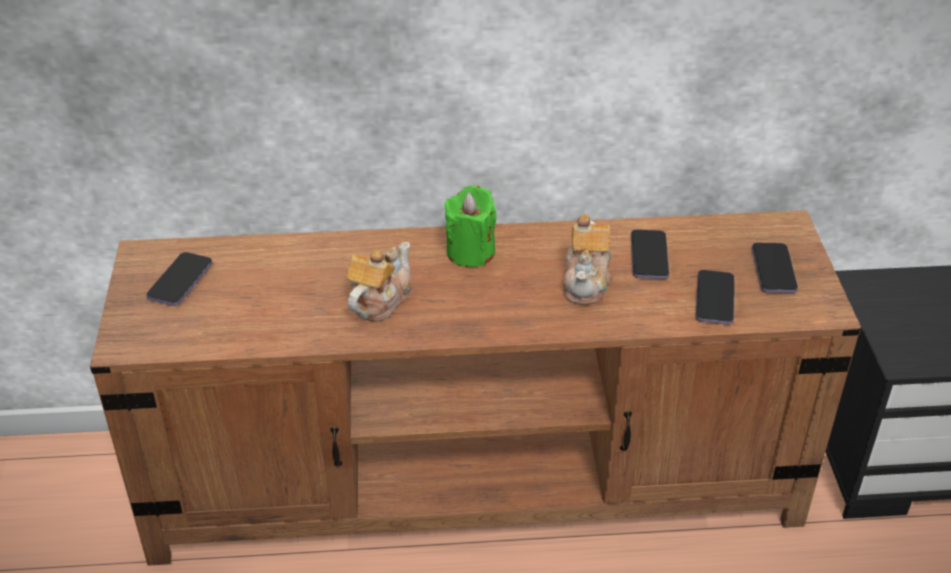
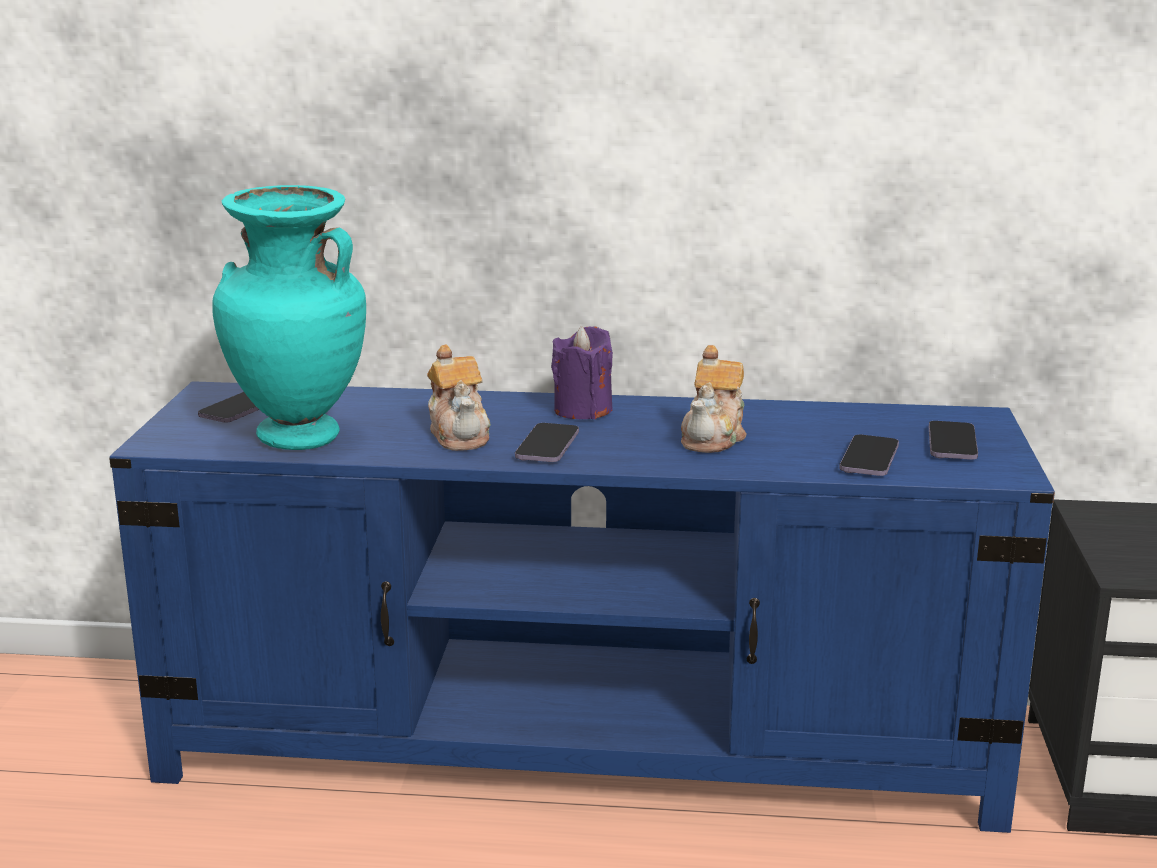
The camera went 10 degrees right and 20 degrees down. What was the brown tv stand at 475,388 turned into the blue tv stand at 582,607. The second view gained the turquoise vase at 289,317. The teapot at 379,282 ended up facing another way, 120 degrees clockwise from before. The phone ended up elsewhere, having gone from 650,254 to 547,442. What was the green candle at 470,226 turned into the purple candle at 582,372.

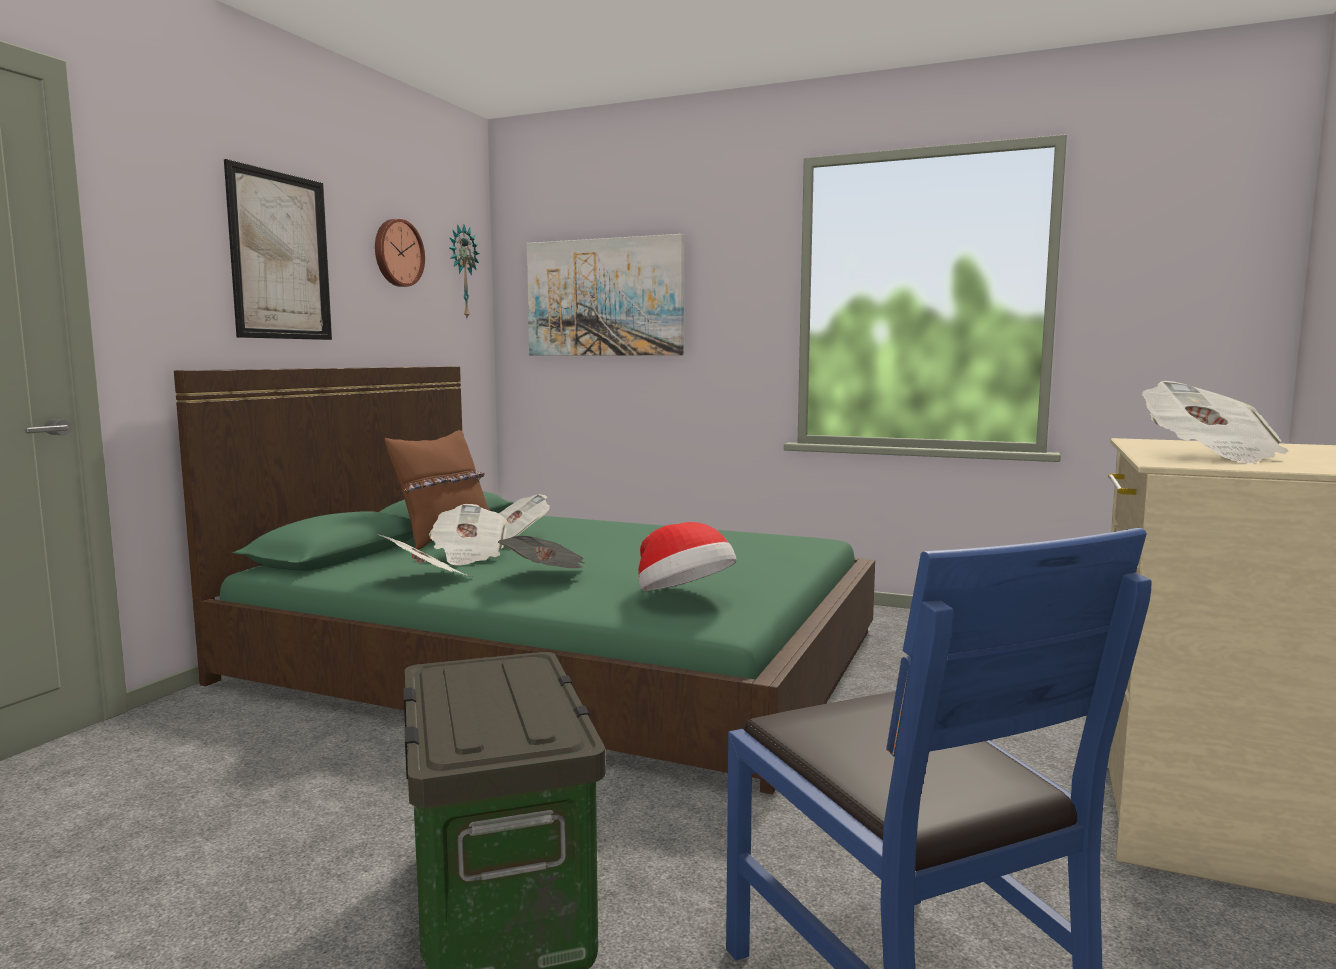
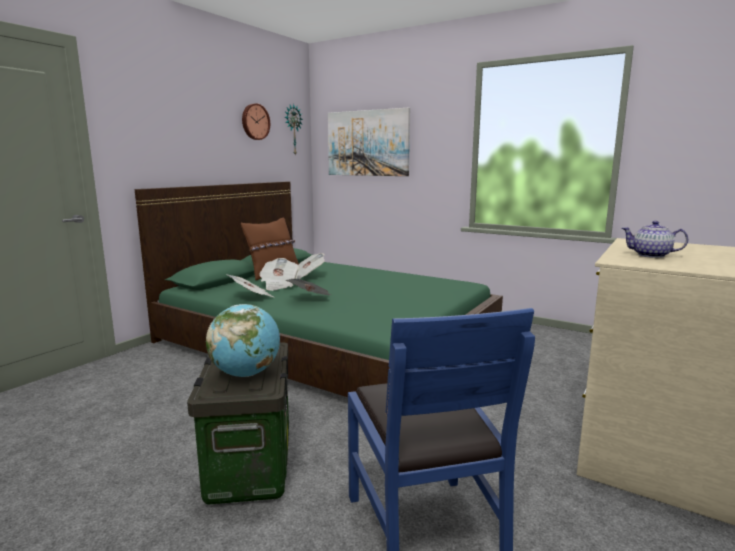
The camera went 10 degrees right and 5 degrees up. The second view gained the globe at 243,340. Where the newspaper stood at 1215,422, the teapot came to stand at 655,239. The second view lost the picture at 278,249. The second view lost the hat at 687,556.

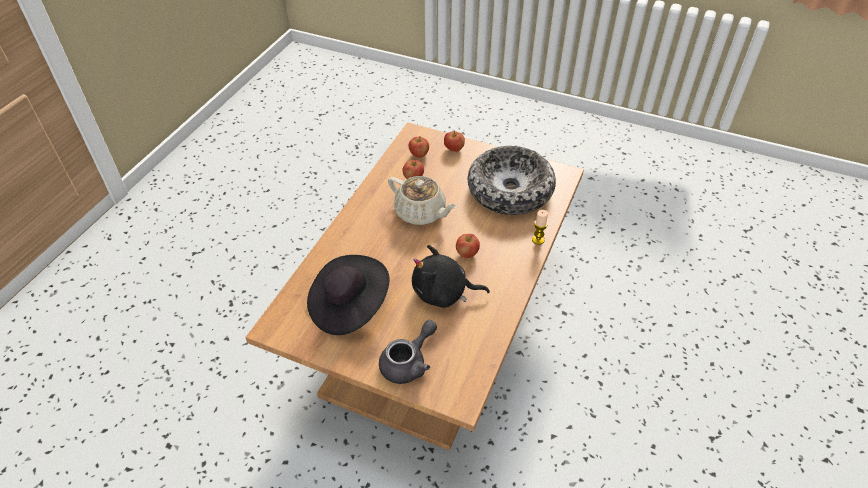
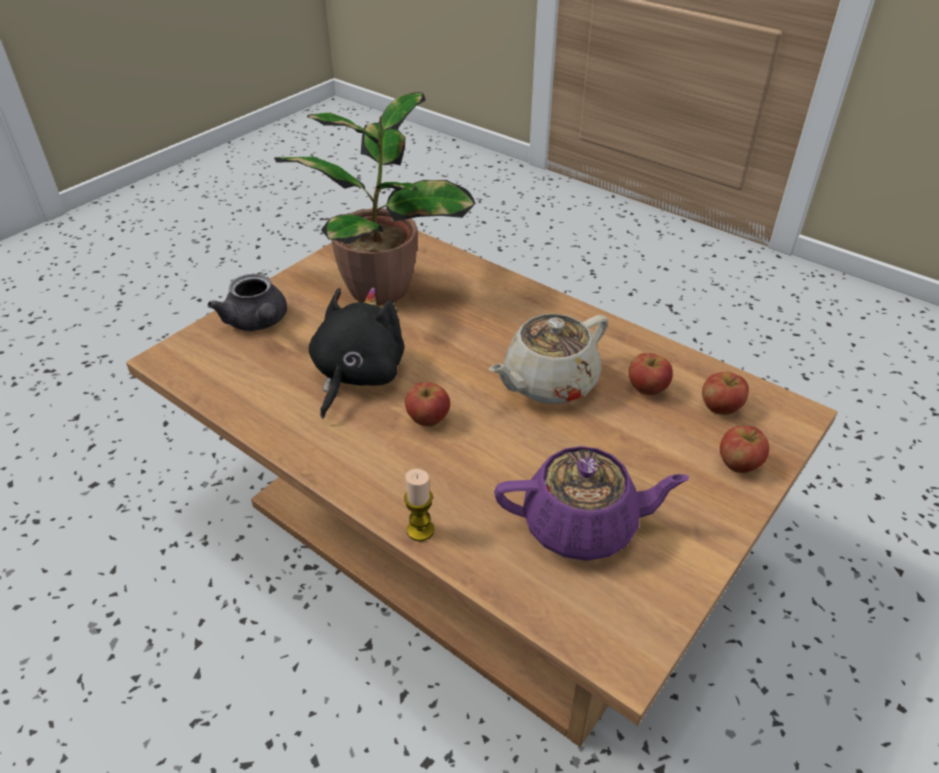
The camera went 105 degrees right and 5 degrees down. Where the black hat stood at 348,295, the potted plant came to stand at 375,199. Where the bowl stood at 512,180, the purple teapot came to stand at 592,503.

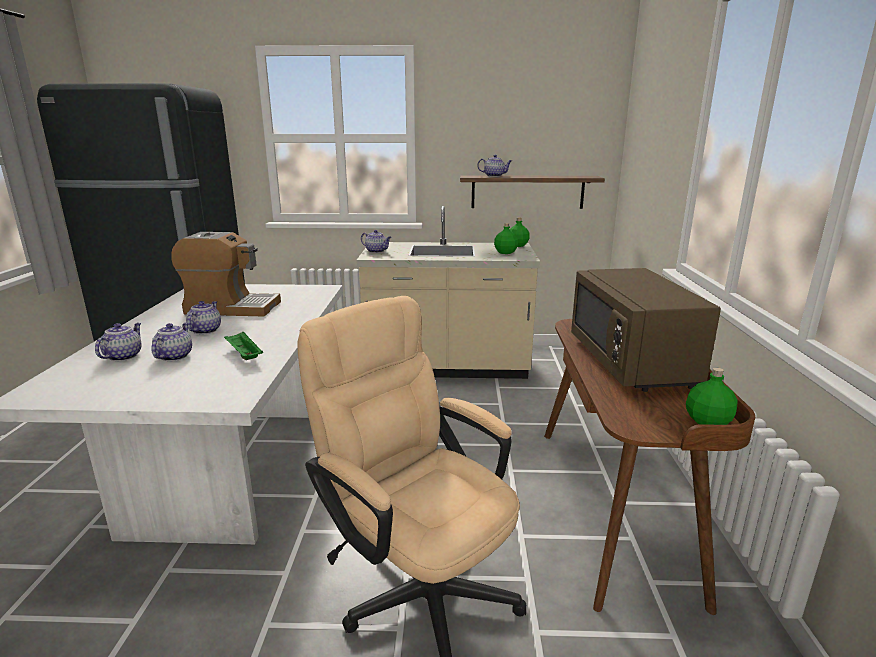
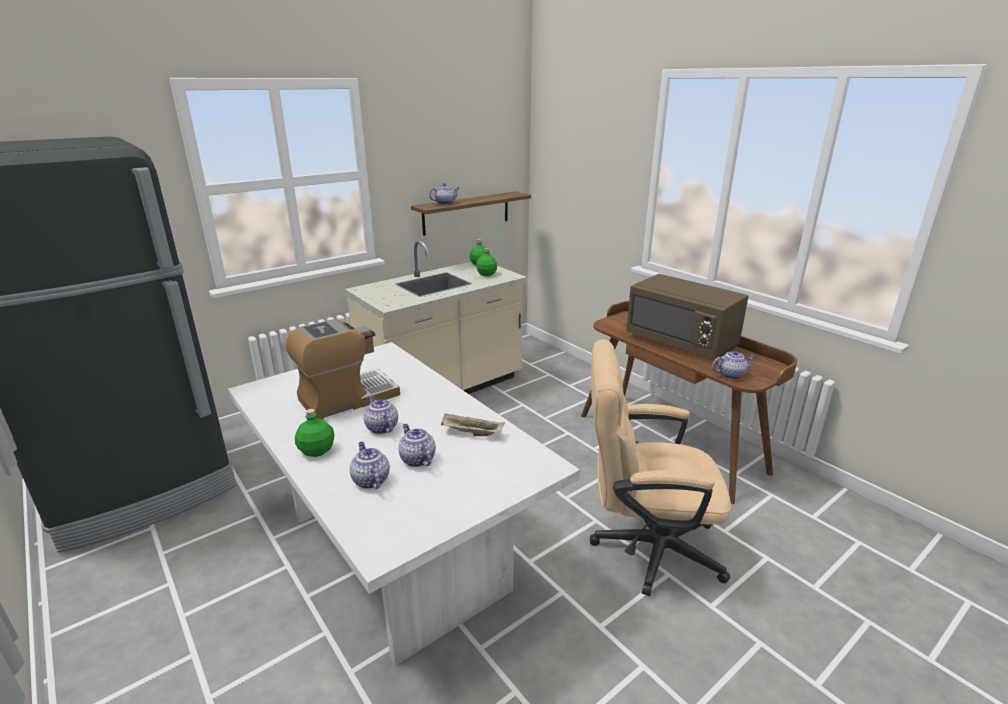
The camera went 40 degrees left and 5 degrees up. The green bottle ended up elsewhere, having gone from 712,396 to 315,433. What was the green tray at 243,346 turned into the beige tray at 473,424. The teapot ended up elsewhere, having gone from 376,241 to 734,365.

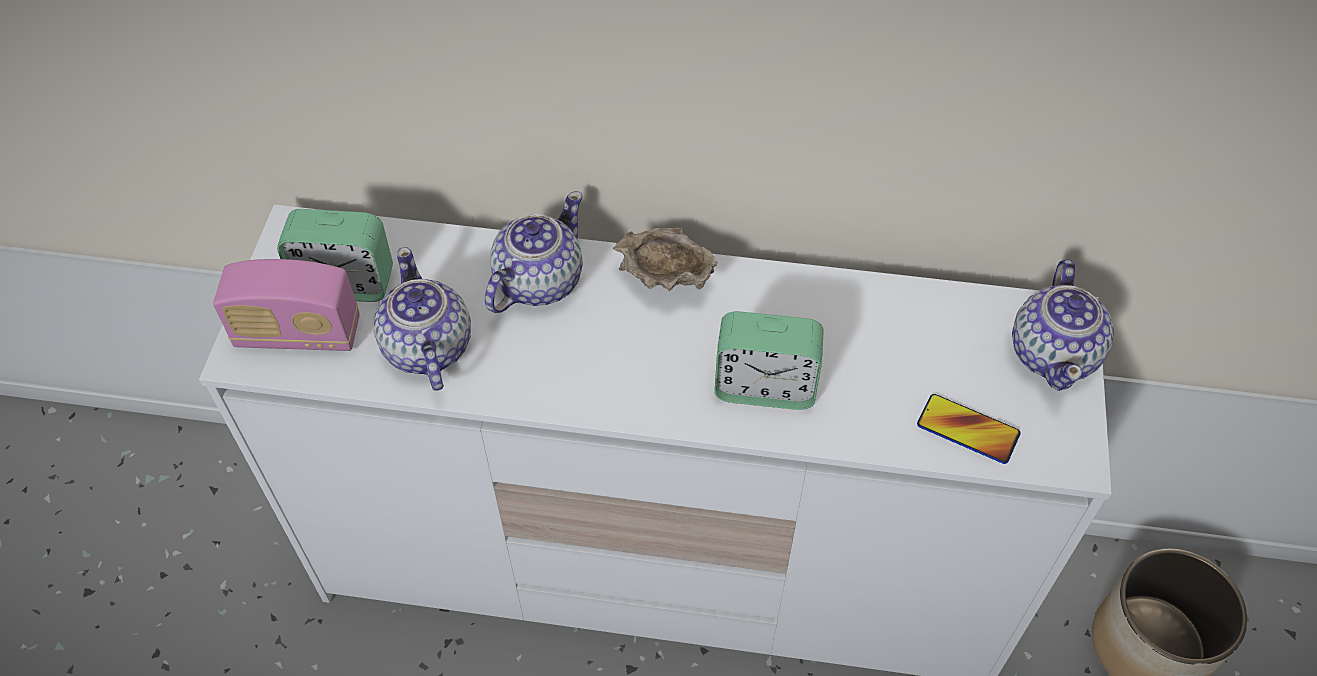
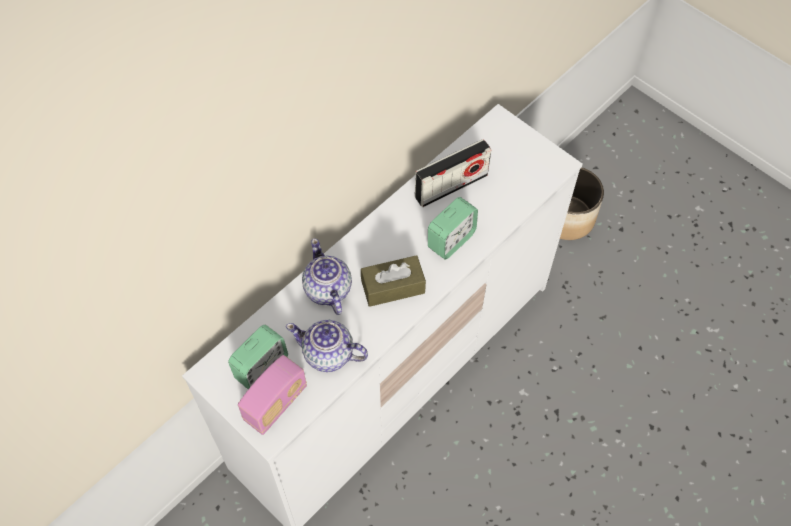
The camera went 55 degrees left and 5 degrees up. The second view gained the brown tissue box at 393,281. The second view gained the radio at 453,173. The second view lost the beige bowl at 665,259. The second view lost the phone at 969,429. The second view lost the teapot at 1063,325.

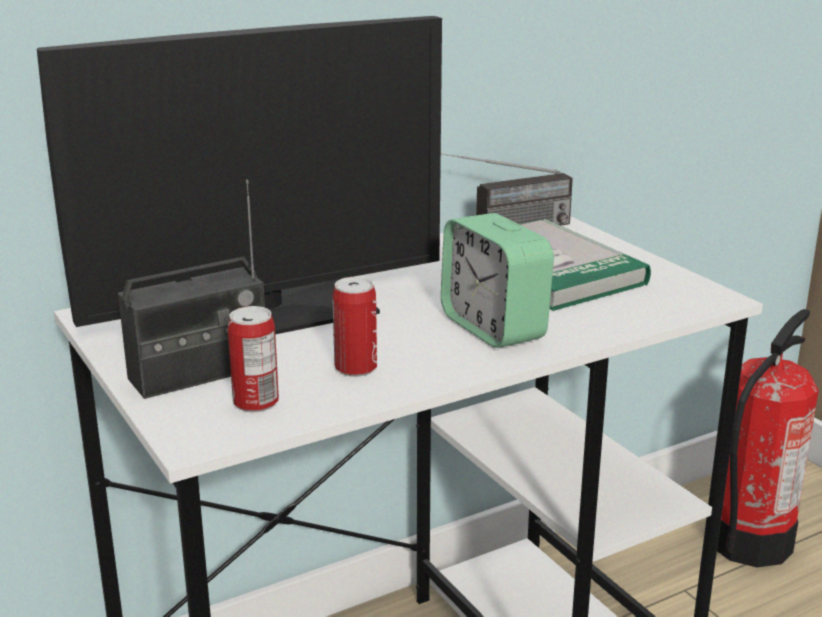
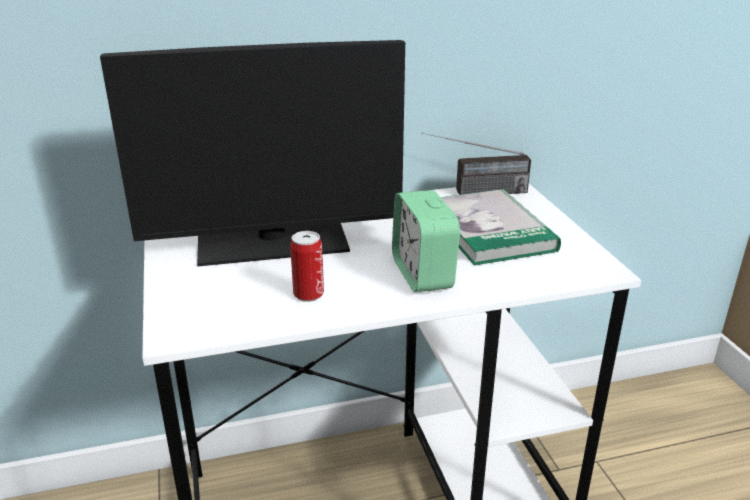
The camera went 15 degrees right and 5 degrees up. The second view lost the radio at 191,289. The second view lost the can at 253,359. The second view lost the fire extinguisher at 768,438.

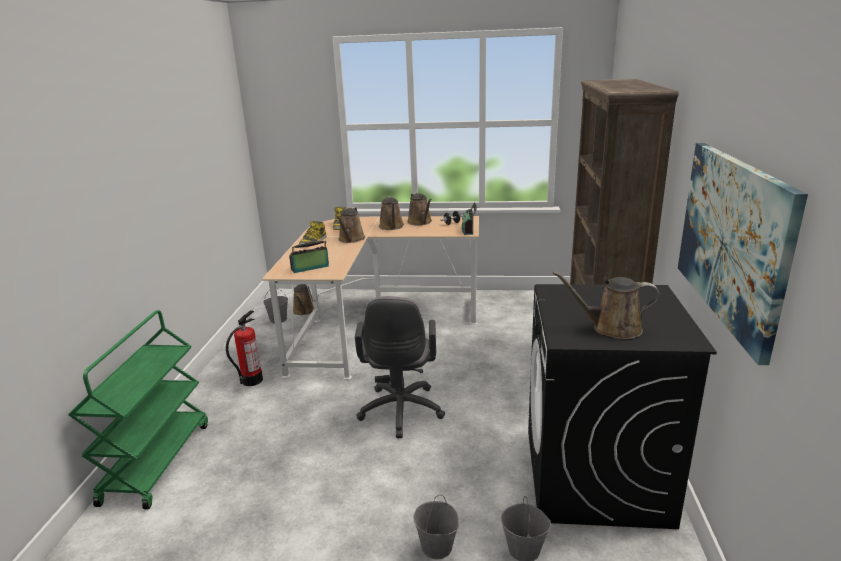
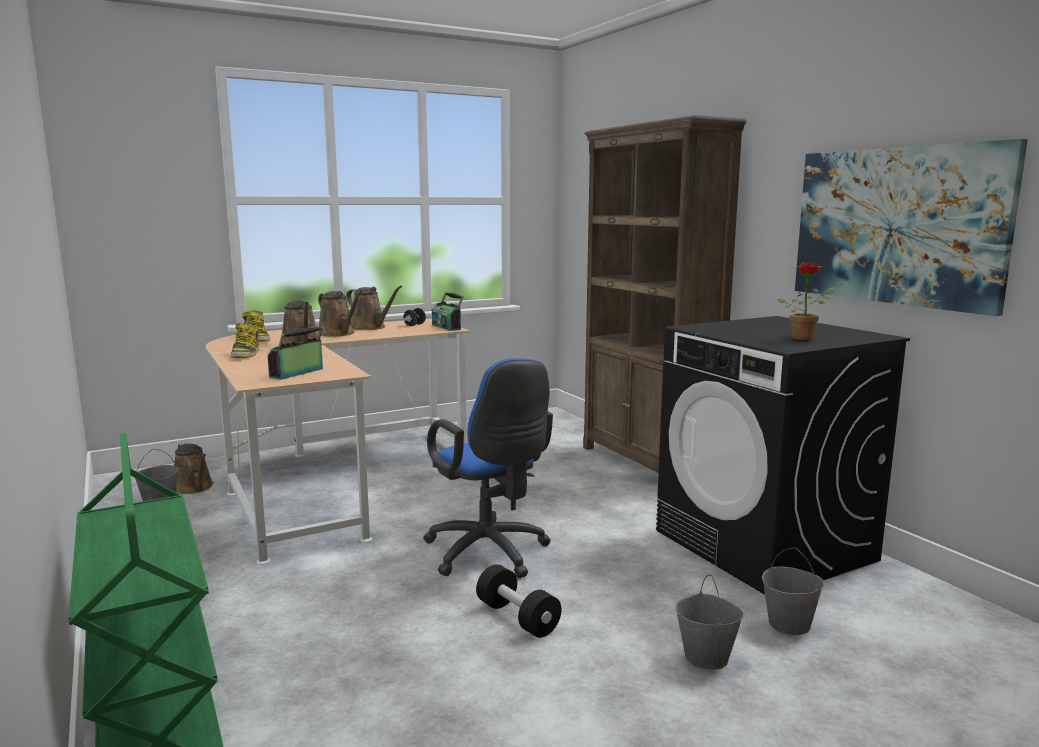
The camera went 35 degrees left and 10 degrees down. What was the grey office chair at 400,367 turned into the blue office chair at 488,468. The second view gained the black dumbbell at 518,601. Where the brown watering can stood at 606,305, the potted plant came to stand at 806,301. The second view lost the fire extinguisher at 244,348.

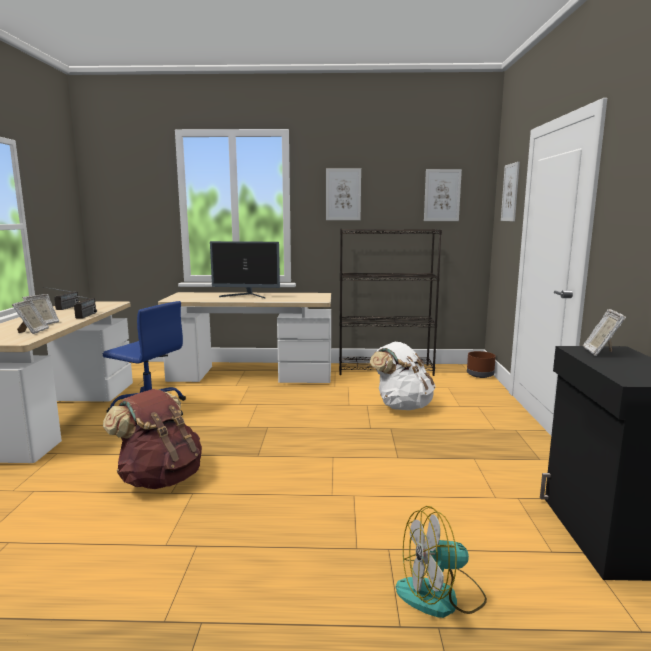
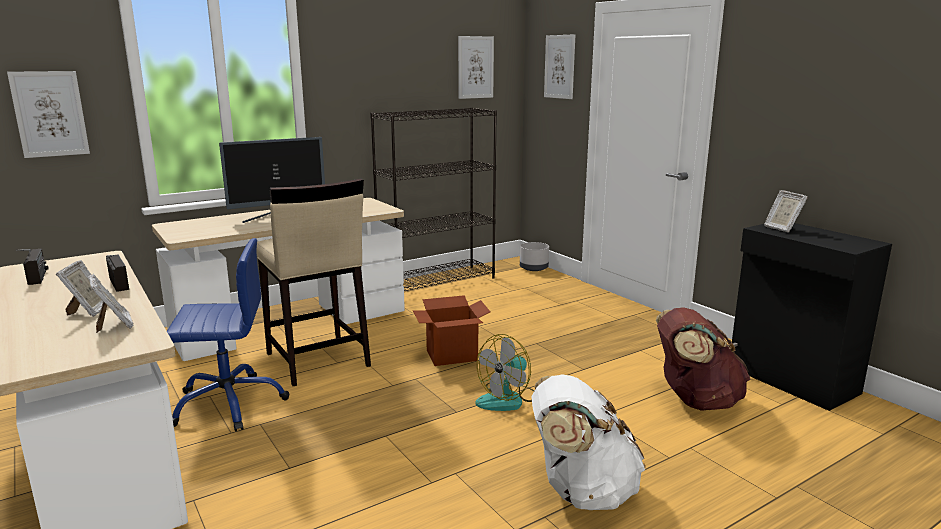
The camera went 35 degrees left and 5 degrees up. The picture ended up elsewhere, having gone from 343,194 to 48,114. The second view gained the beige stool at 314,282. The second view gained the cardboard box at 451,330. The fan ended up elsewhere, having gone from 441,562 to 505,372. What was the brown planter at 481,364 turned into the grey planter at 534,256. The white backpack ended up elsewhere, having gone from 403,376 to 588,442. The brown backpack ended up elsewhere, having gone from 152,439 to 703,359.

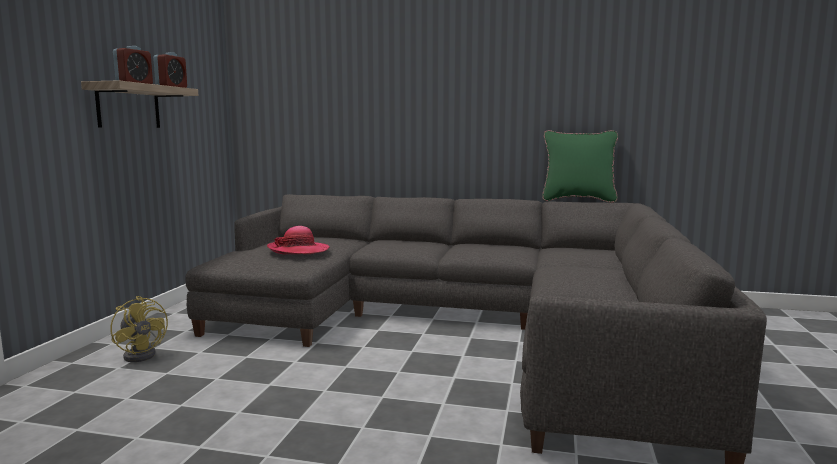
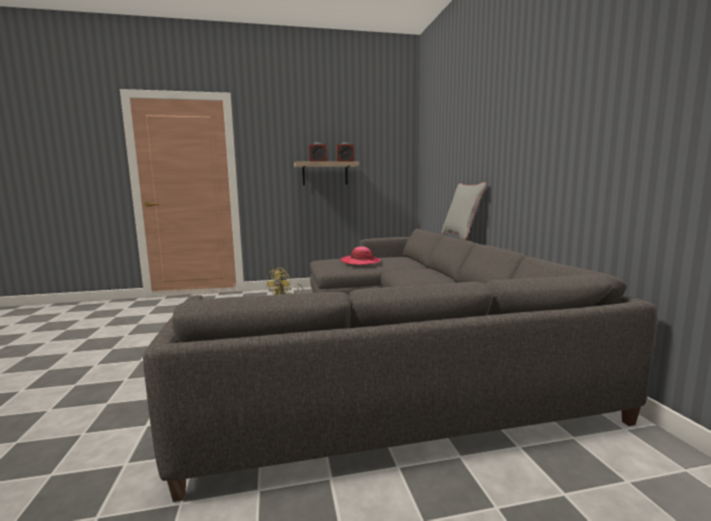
The camera went 65 degrees right and 0 degrees up. The second view gained the grey pillow at 463,211. The second view lost the green pillow at 580,166.

